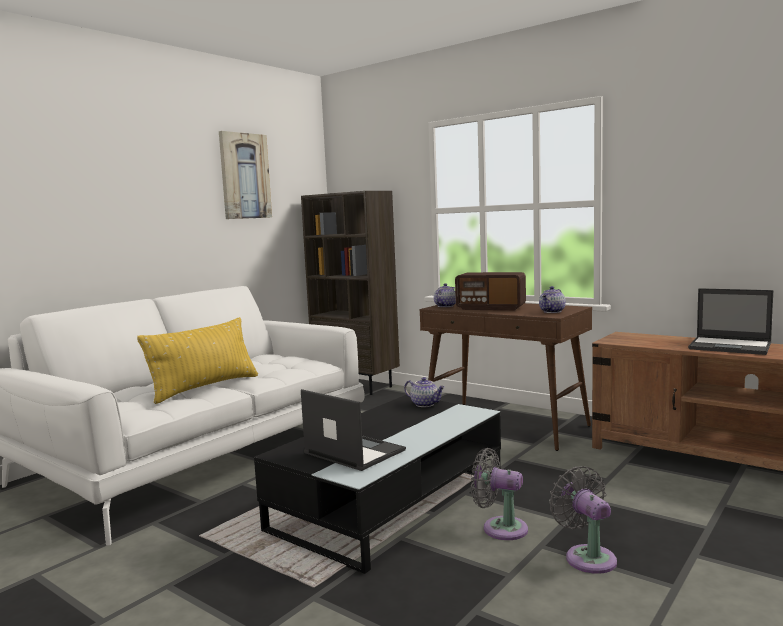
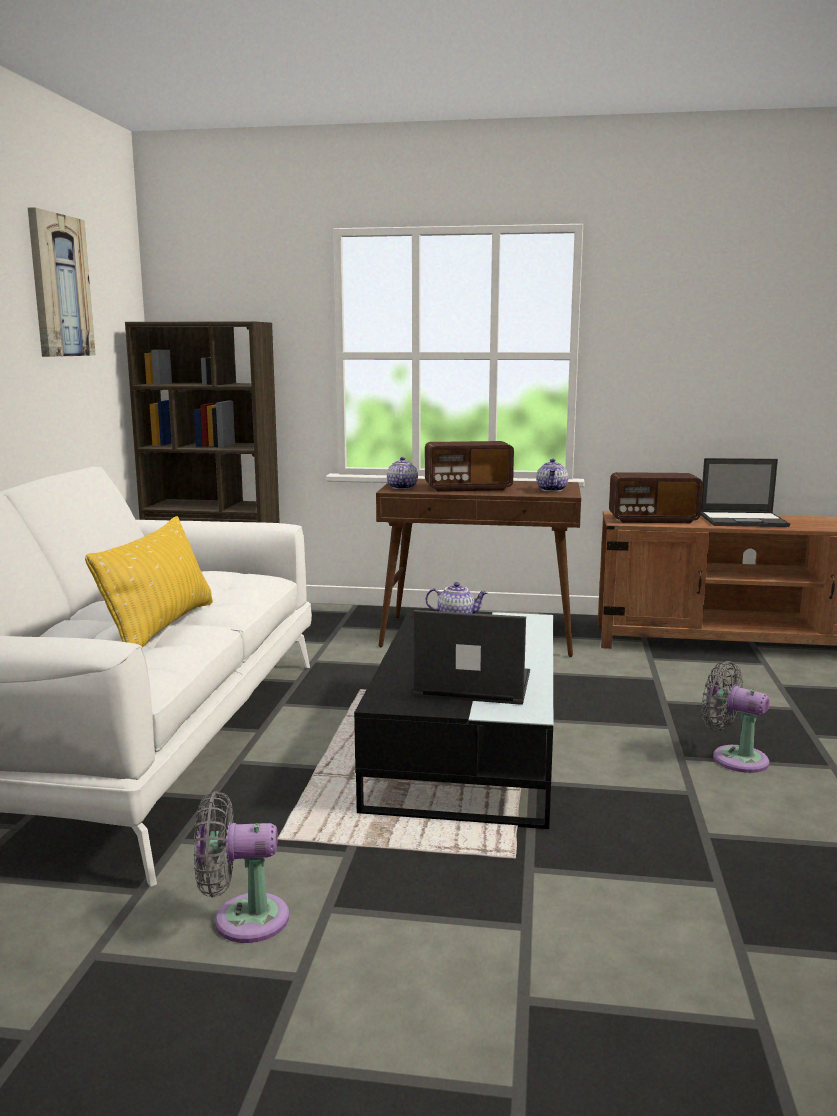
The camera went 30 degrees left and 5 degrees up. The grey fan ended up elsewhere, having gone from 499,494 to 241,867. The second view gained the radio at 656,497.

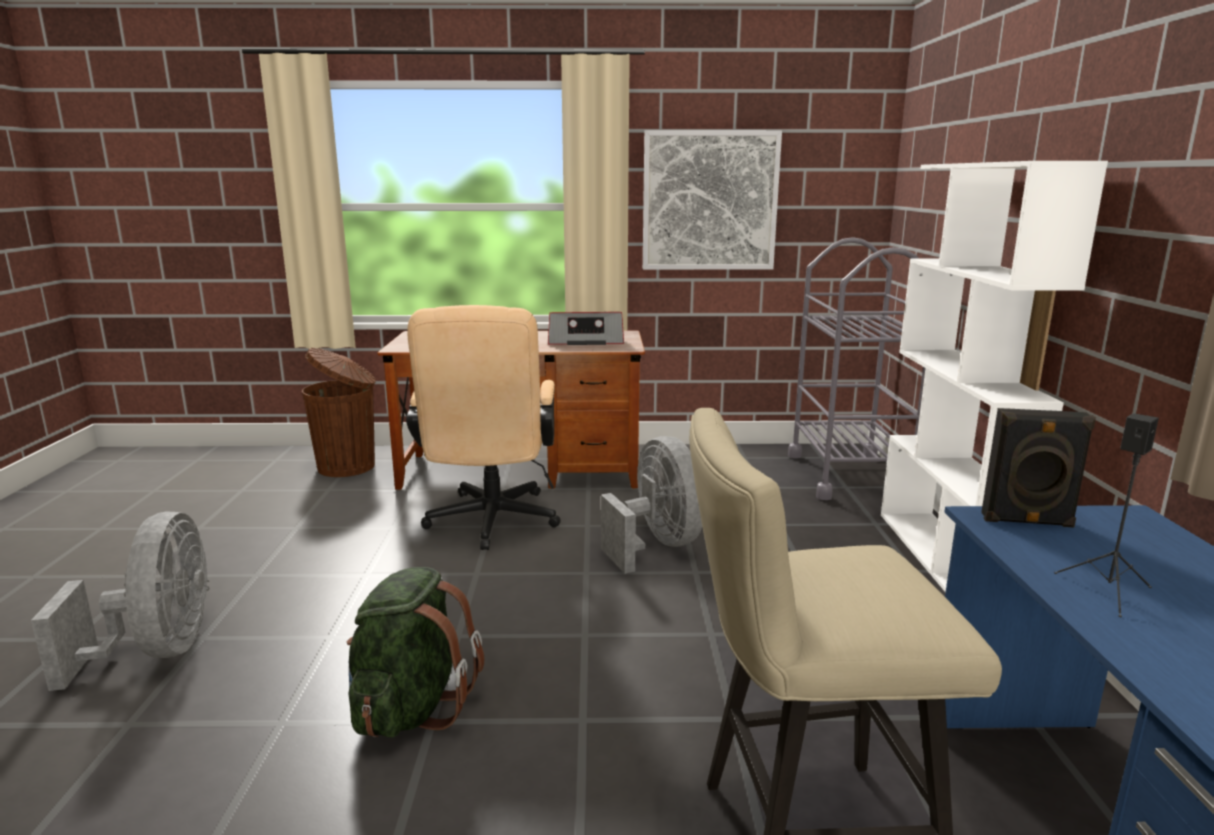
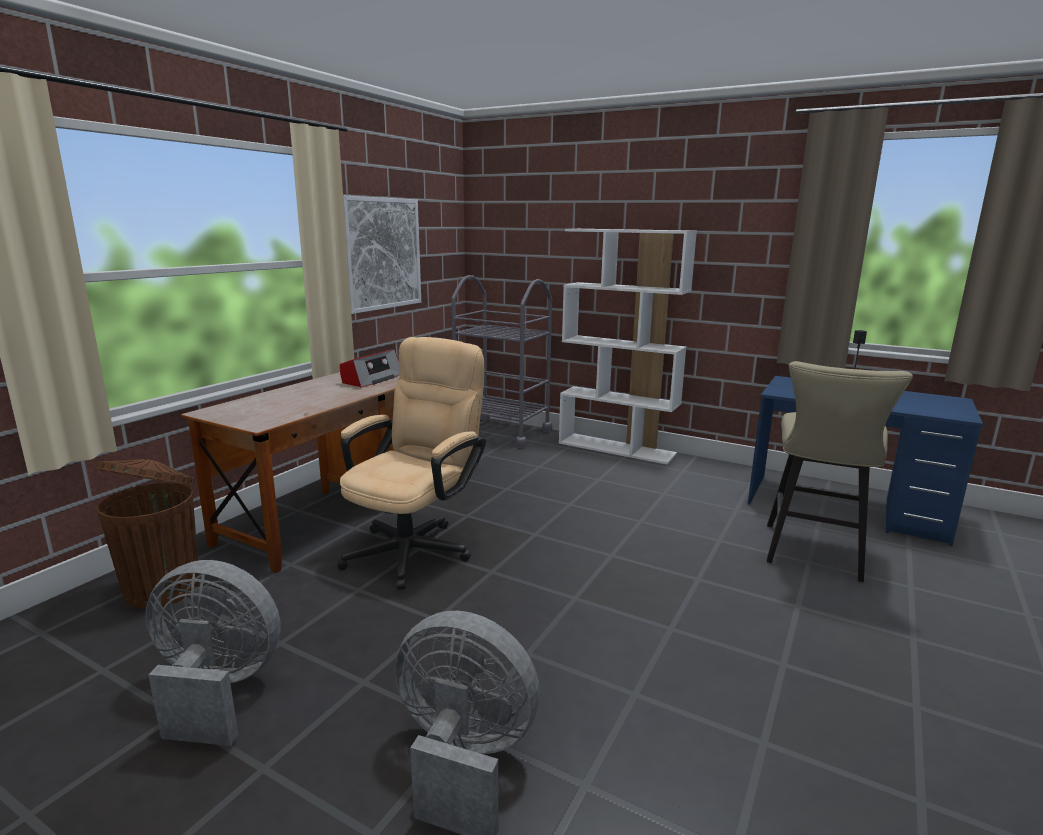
The camera went 60 degrees left and 0 degrees up. The grey fan ended up elsewhere, having gone from 651,505 to 213,653. The beige office chair at 483,427 ended up facing another way, 90 degrees counterclockwise from before. The second view lost the green backpack at 415,652. The second view lost the black speaker at 1038,468.

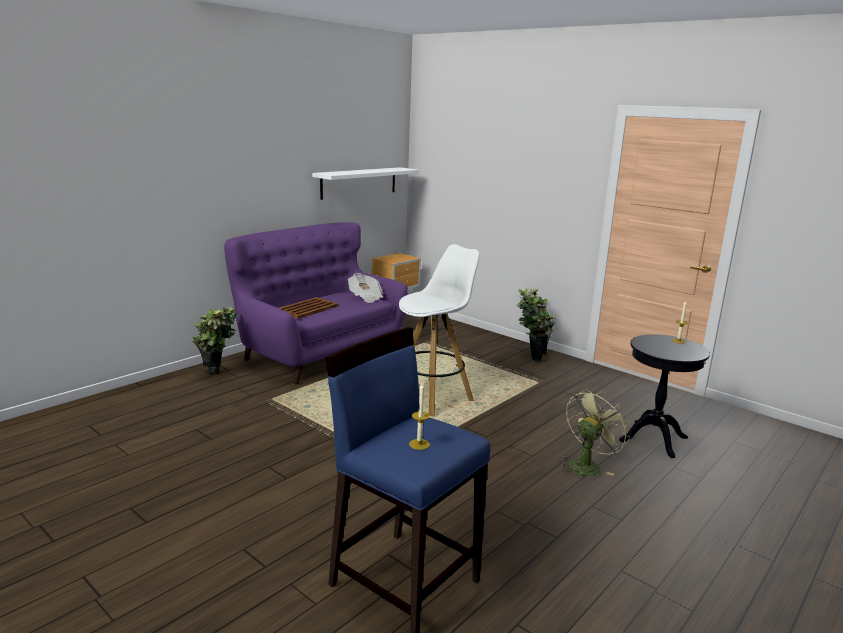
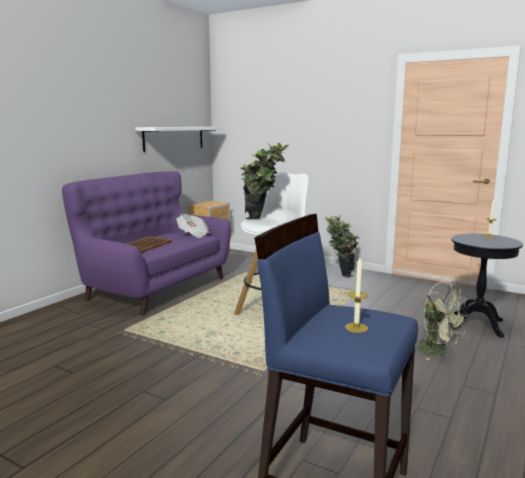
The camera went 10 degrees left and 5 degrees down. The potted plant ended up elsewhere, having gone from 215,340 to 264,181. The green fan at 595,432 ended up facing another way, 105 degrees clockwise from before.

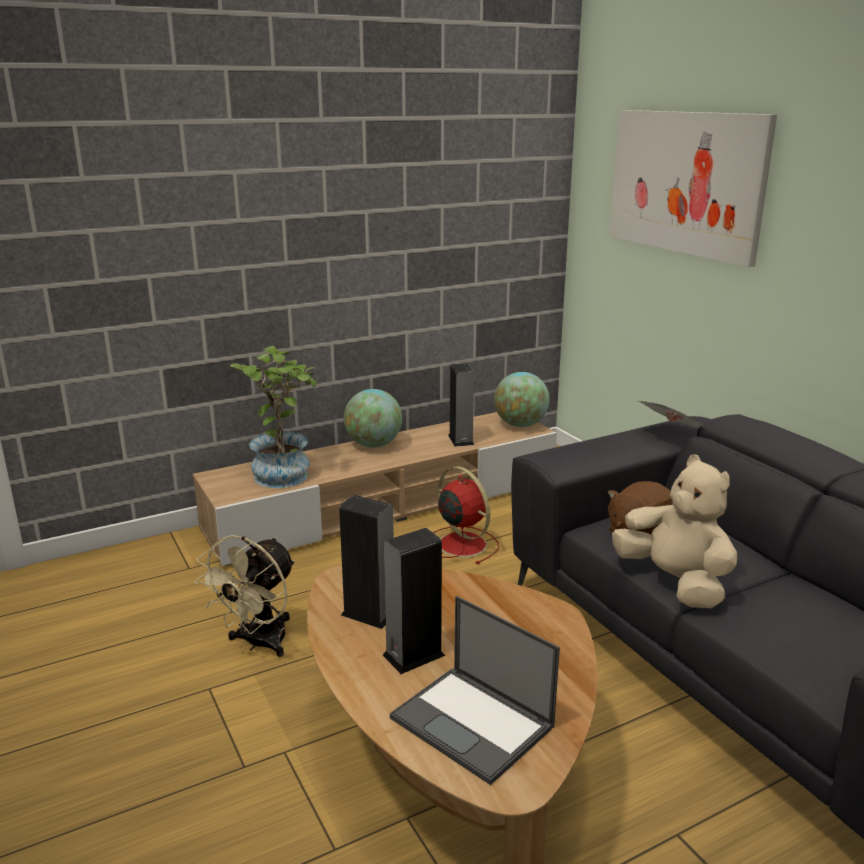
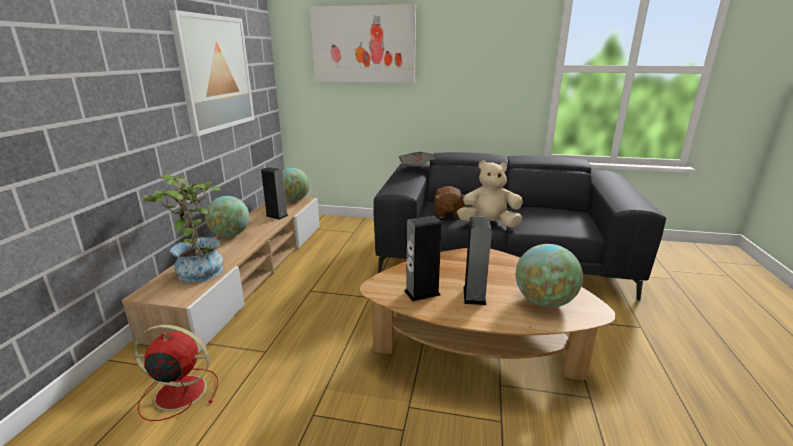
The camera went 50 degrees left and 0 degrees up. The red fan ended up elsewhere, having gone from 466,515 to 175,373. The second view gained the picture at 212,73. Where the laptop stood at 475,690, the globe came to stand at 549,276. The second view lost the beige fan at 244,596.

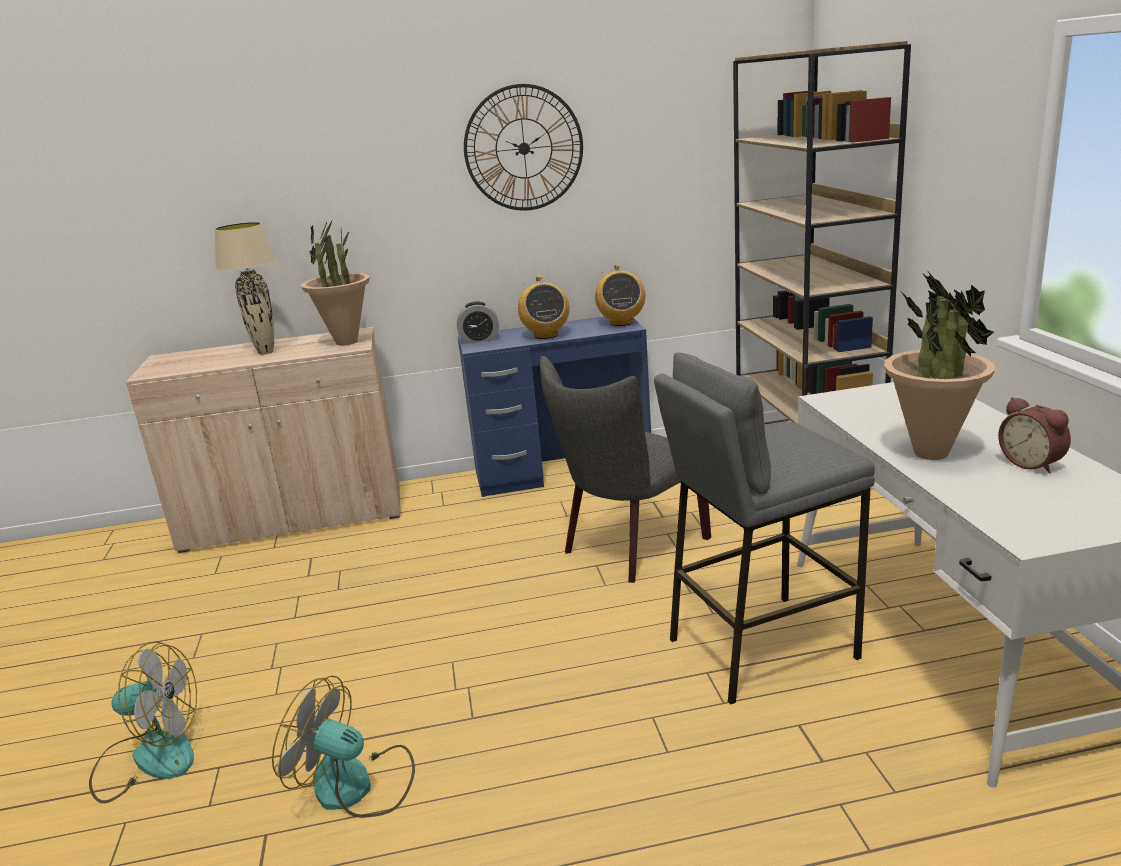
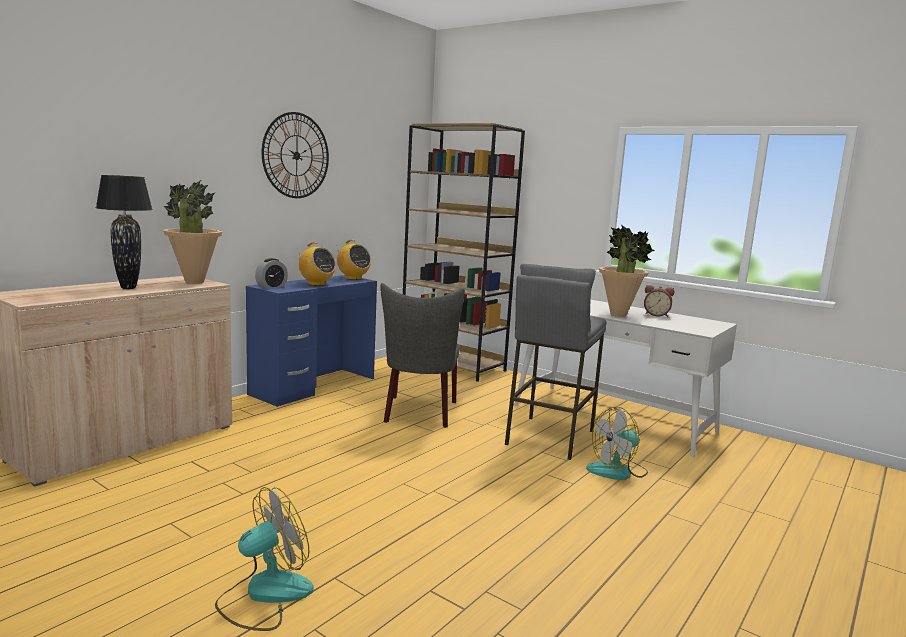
The camera went 45 degrees left and 10 degrees down. What was the beige table lamp at 245,288 turned into the black table lamp at 124,232. The fan ended up elsewhere, having gone from 343,746 to 617,443.

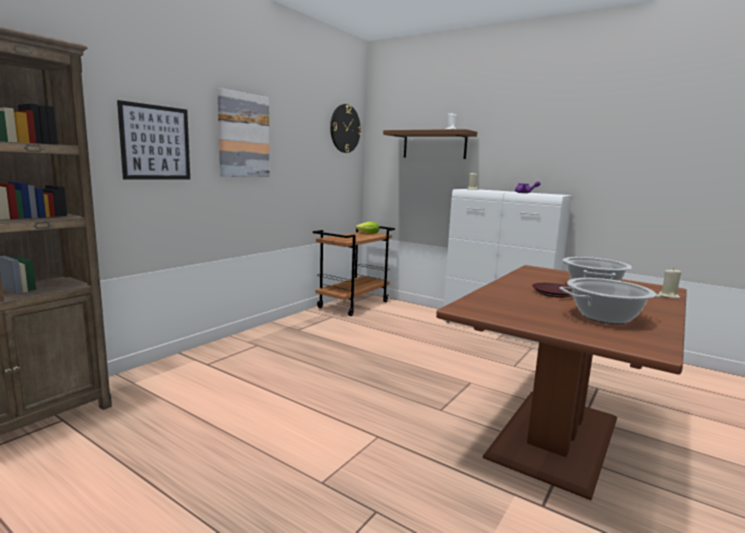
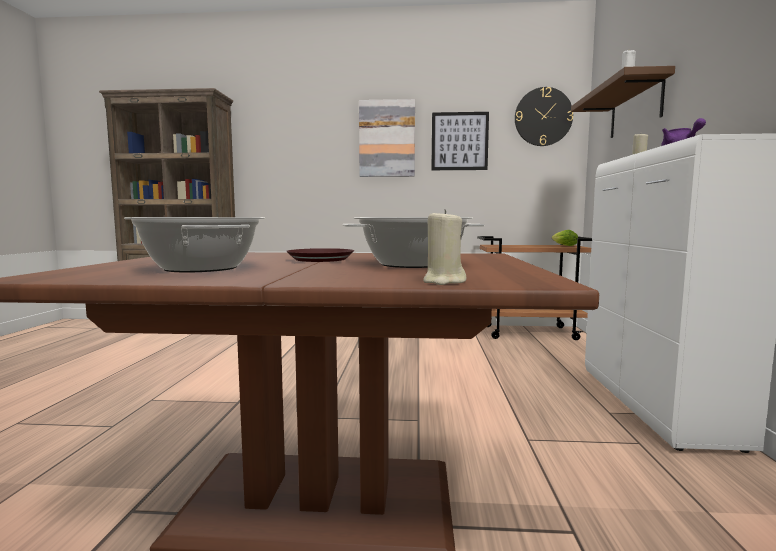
The camera went 60 degrees right and 5 degrees down. The picture ended up elsewhere, having gone from 153,140 to 460,141.

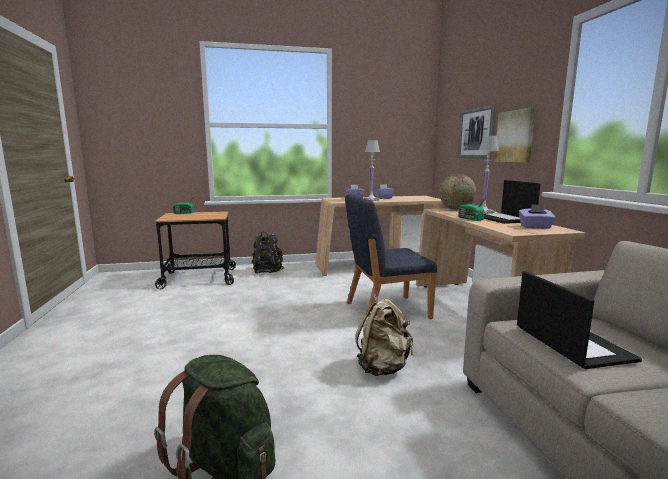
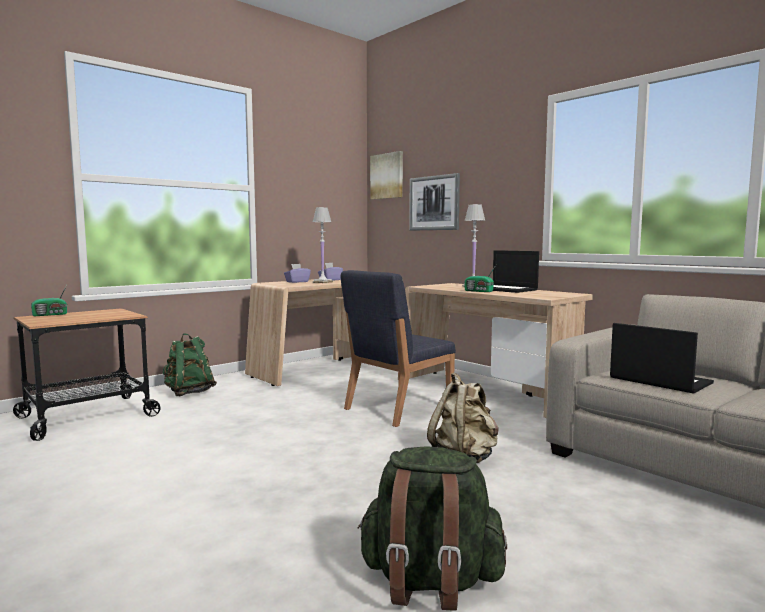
The camera went 30 degrees left and 5 degrees down. What was the black backpack at 268,252 turned into the green backpack at 190,365. The picture ended up elsewhere, having gone from 515,134 to 386,175. The second view lost the globe at 457,192. The second view lost the purple tissue box at 537,216.

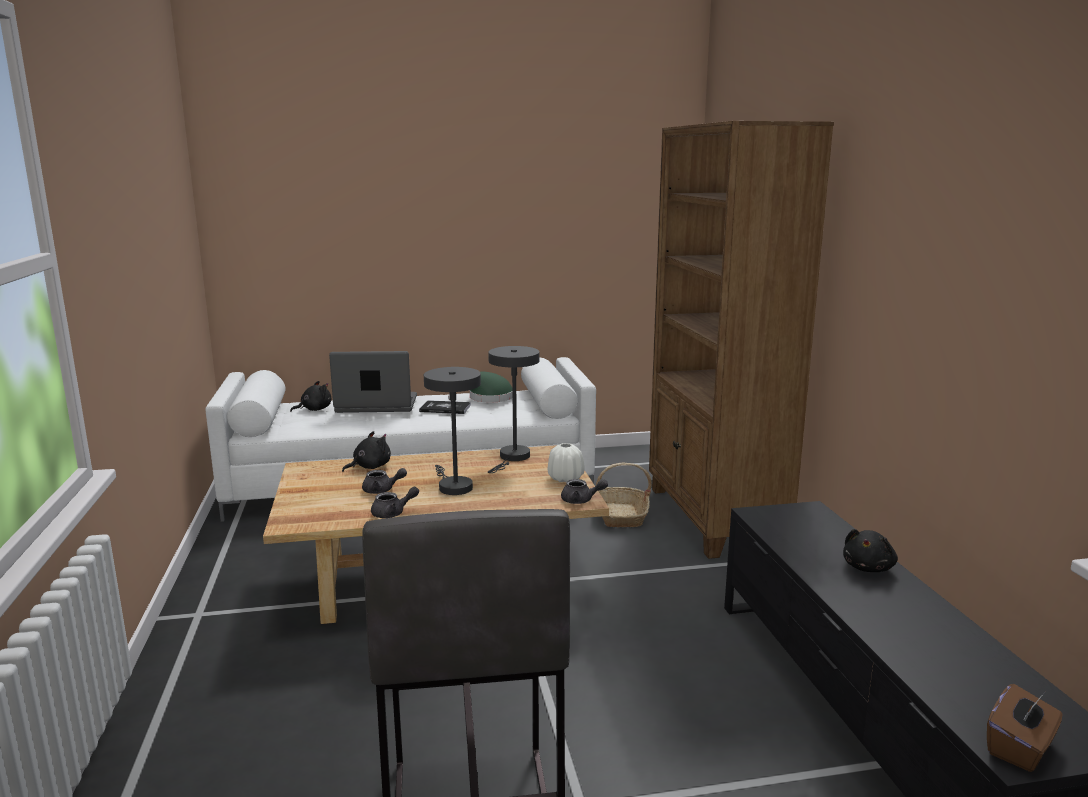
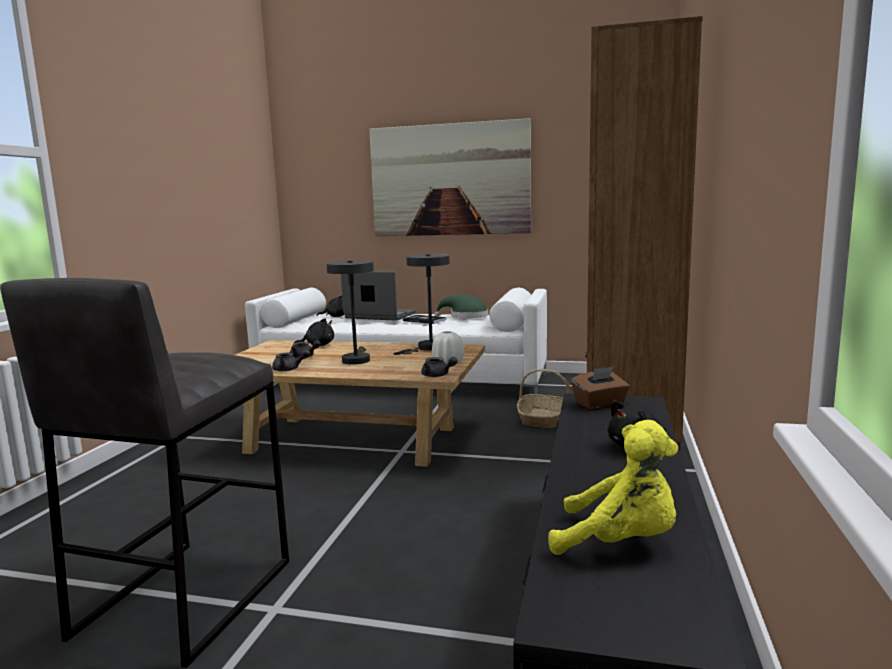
The camera went 25 degrees right and 5 degrees down. The second view gained the picture at 450,177. The second view gained the yellow plush toy at 613,487. The brown tissue box ended up elsewhere, having gone from 1024,728 to 600,388.

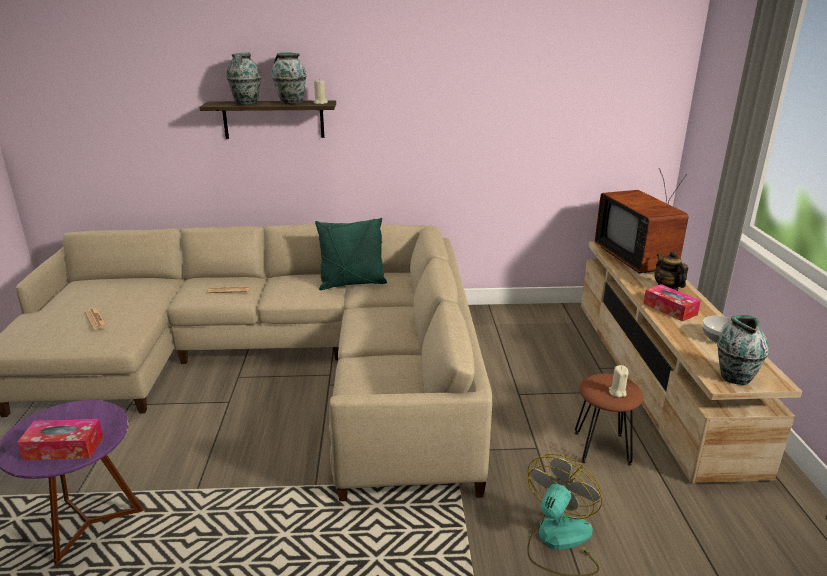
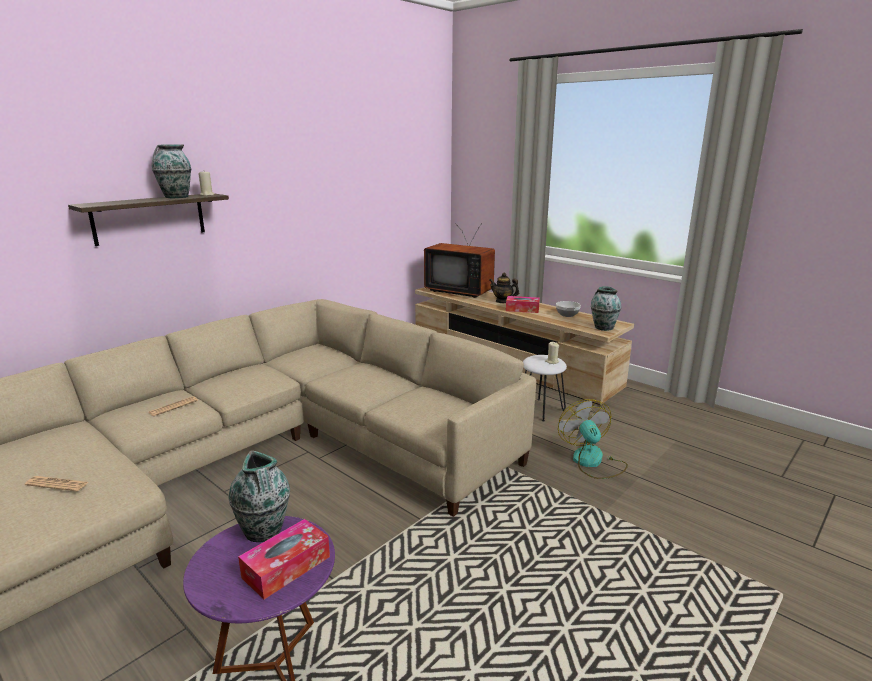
The camera went 45 degrees left and 5 degrees down. The vase ended up elsewhere, having gone from 243,78 to 259,496. What was the brown stool at 609,419 turned into the white stool at 545,388. The second view lost the green pillow at 351,254.

